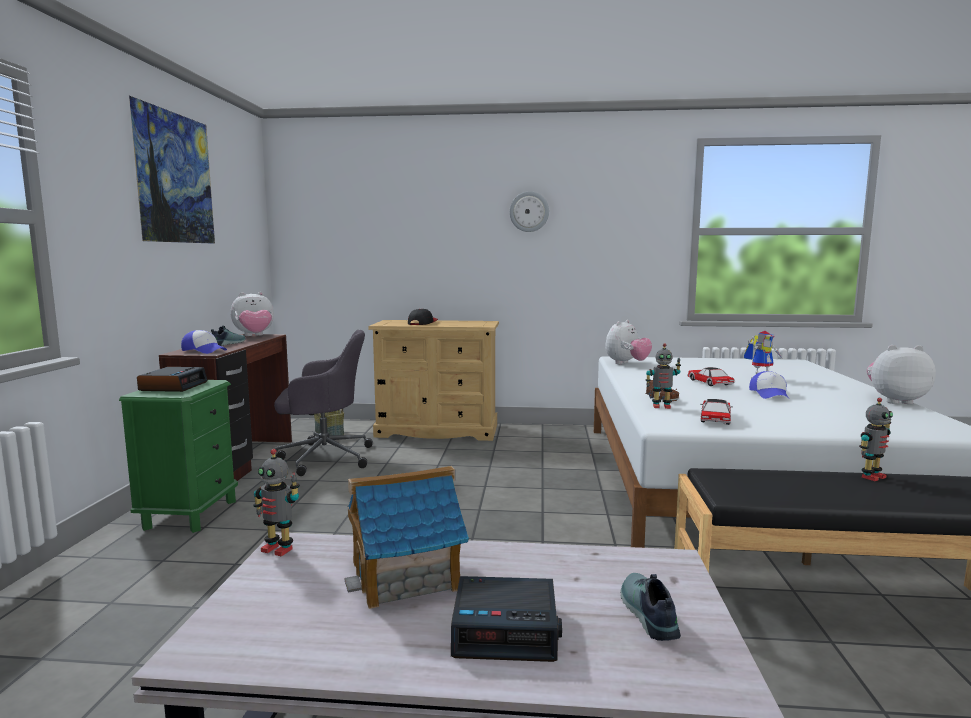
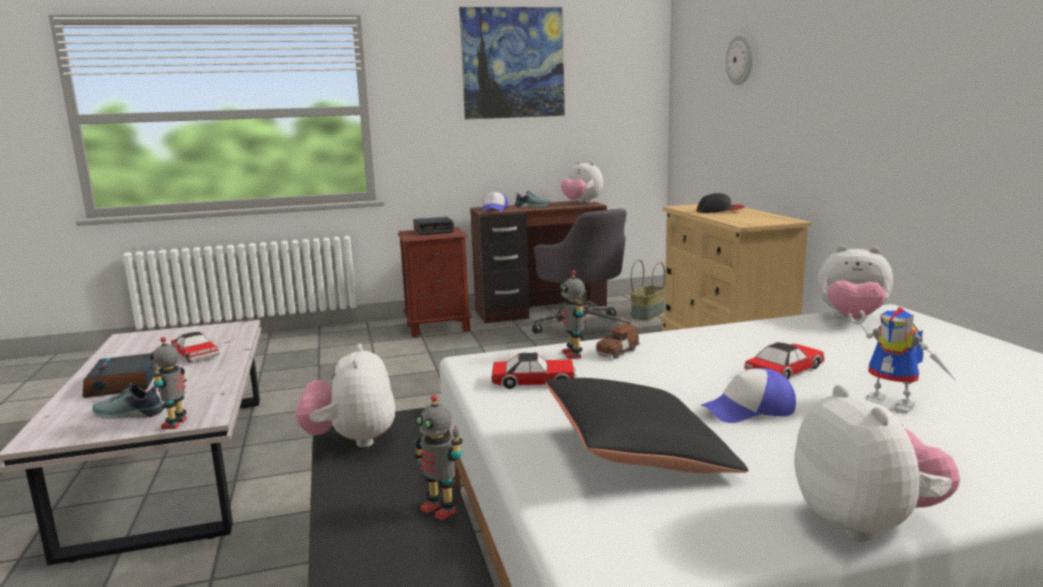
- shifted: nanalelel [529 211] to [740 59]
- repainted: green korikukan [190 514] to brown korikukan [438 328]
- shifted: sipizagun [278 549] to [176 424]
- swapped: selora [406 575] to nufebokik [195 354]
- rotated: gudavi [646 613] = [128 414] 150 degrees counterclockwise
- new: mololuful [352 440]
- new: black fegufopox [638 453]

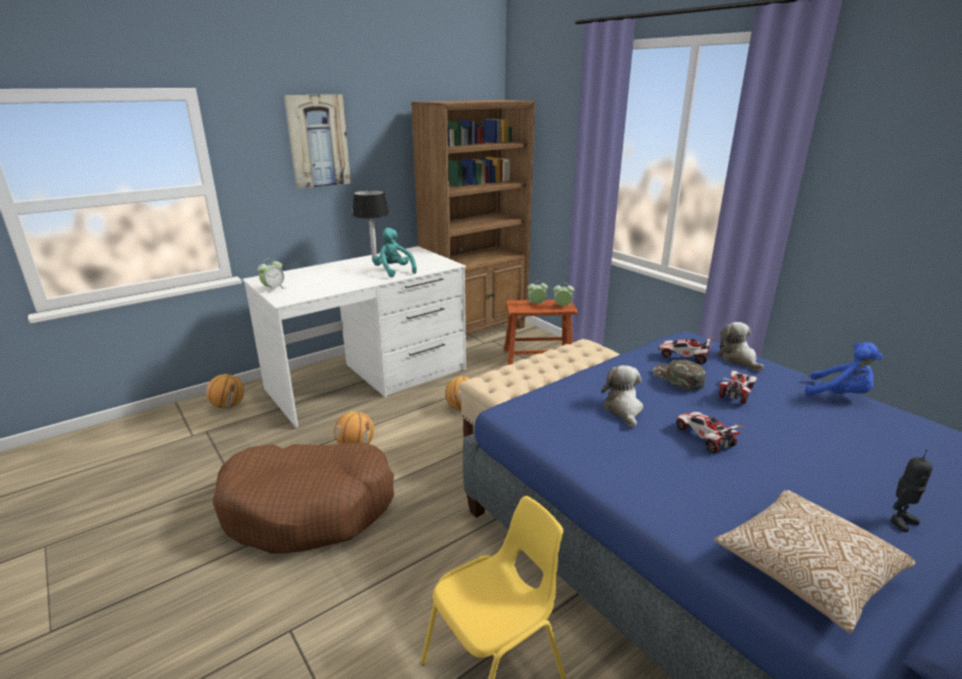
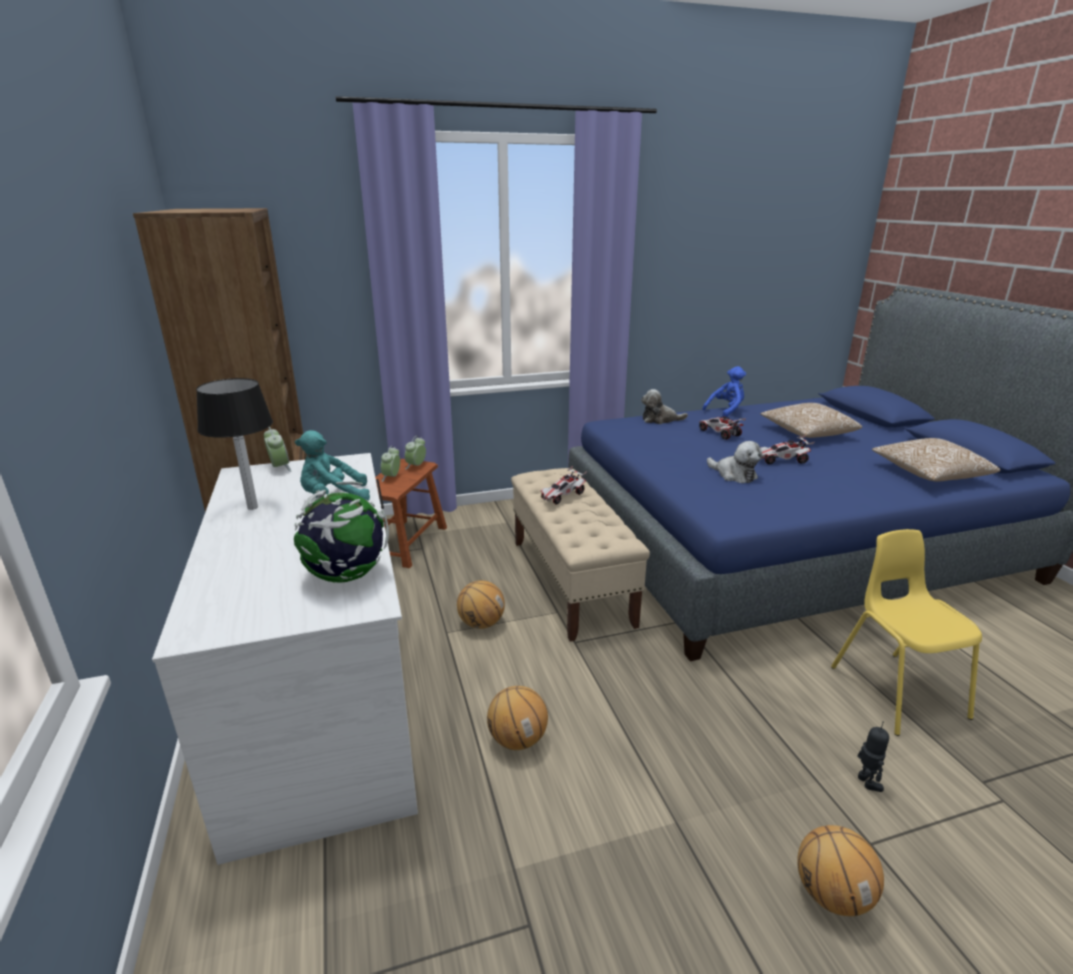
- gone: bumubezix [318 141]
- shifted: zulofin [273 289] to [279 468]
- shifted: nufebokik [684 357] to [562 496]
- gone: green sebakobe [677 378]
- rotated: mololuful [623 410] = [734 475] 150 degrees counterclockwise
- shifted: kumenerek [228 406] to [831 894]
- gone: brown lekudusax [309 507]
- shifted: sipizagun [899 521] to [866 782]
- new: fegufopox [807 433]
- new: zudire [346 576]

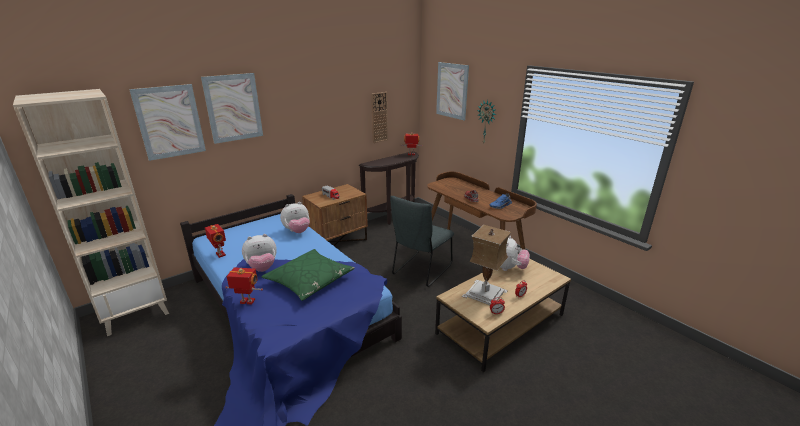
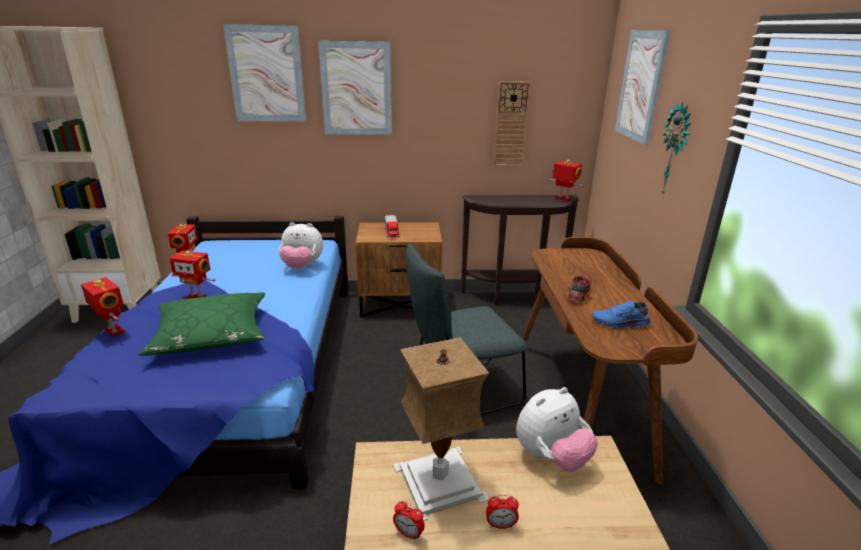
- shifted: bumubezix [170 122] to [356 89]
- swapped: mololuful [262 268] to sipizagun [196 297]

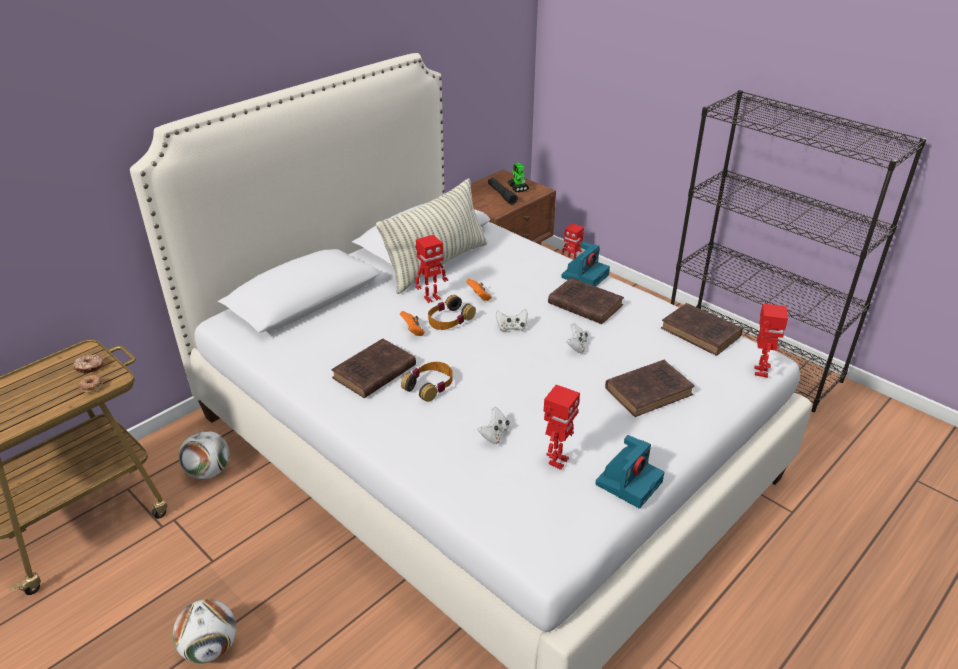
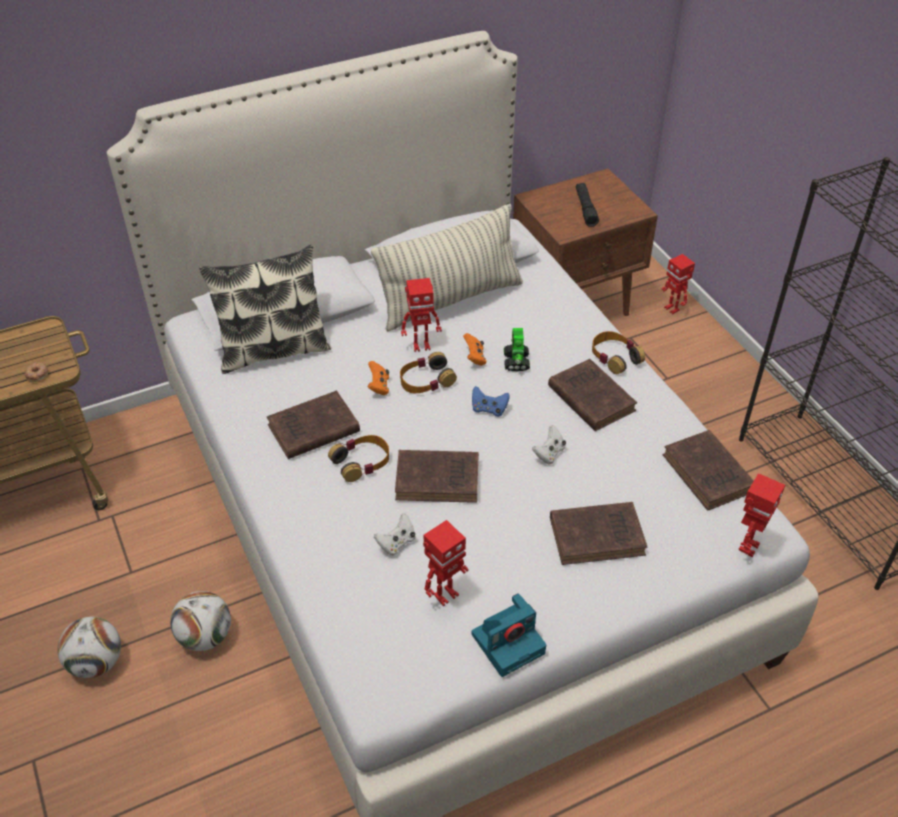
- shifted: sipizagun [518 188] to [516 362]
- swapped: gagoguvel [585 275] to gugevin [614 357]
- repainted: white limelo [511 328] to blue limelo [489 409]
- gone: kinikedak [89 367]
- shifted: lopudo [208 471] to [205 636]
- new: fegufopox [273 350]
- new: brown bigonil [440 480]

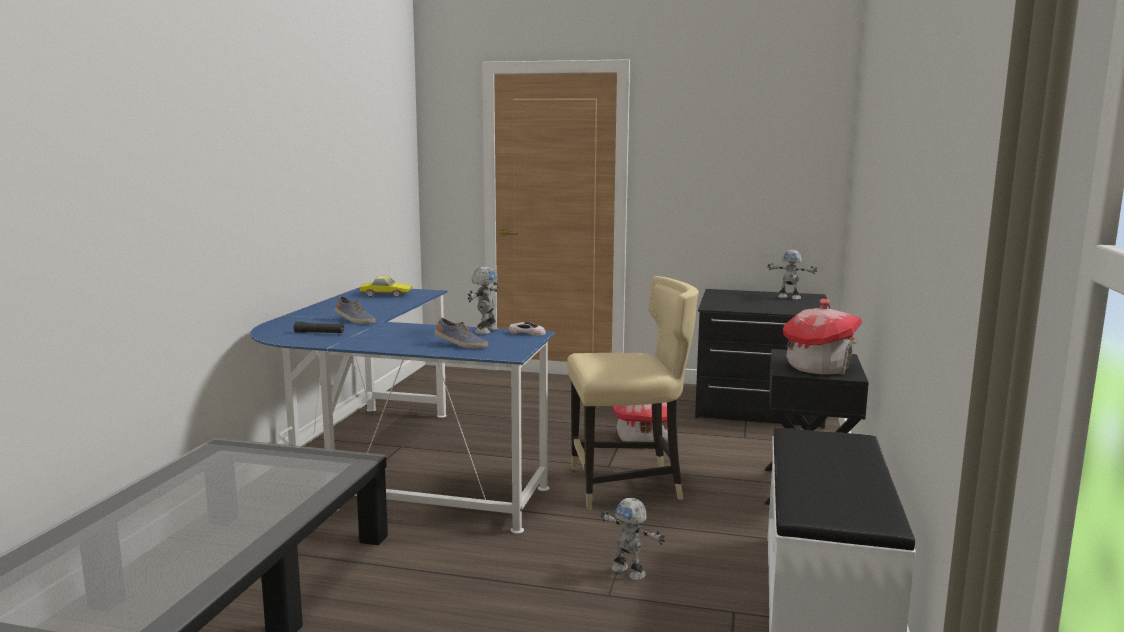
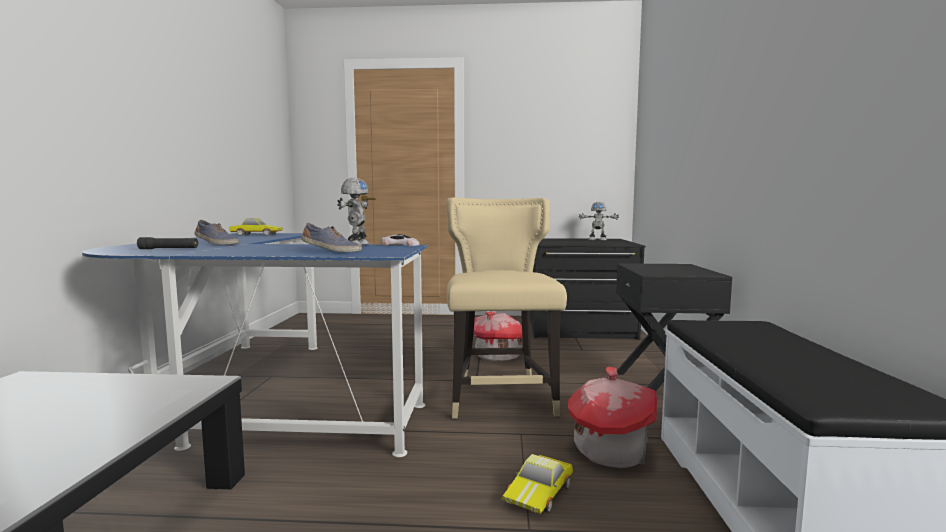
- rotated: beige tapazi [628 485] = [501 396] 75 degrees counterclockwise
- shifted: selora [819 367] to [611 450]
- swapped: sipizagun [629 571] to nufebokik [540 493]

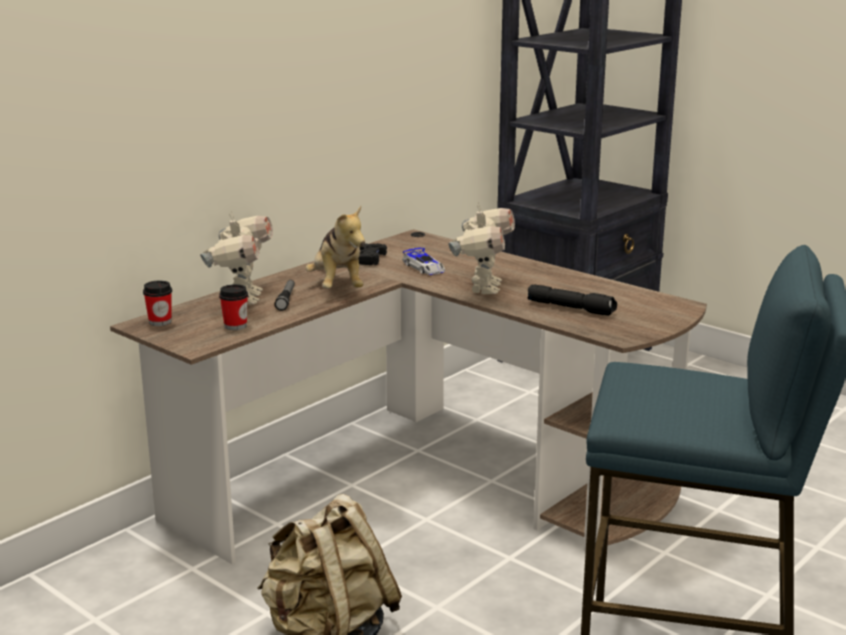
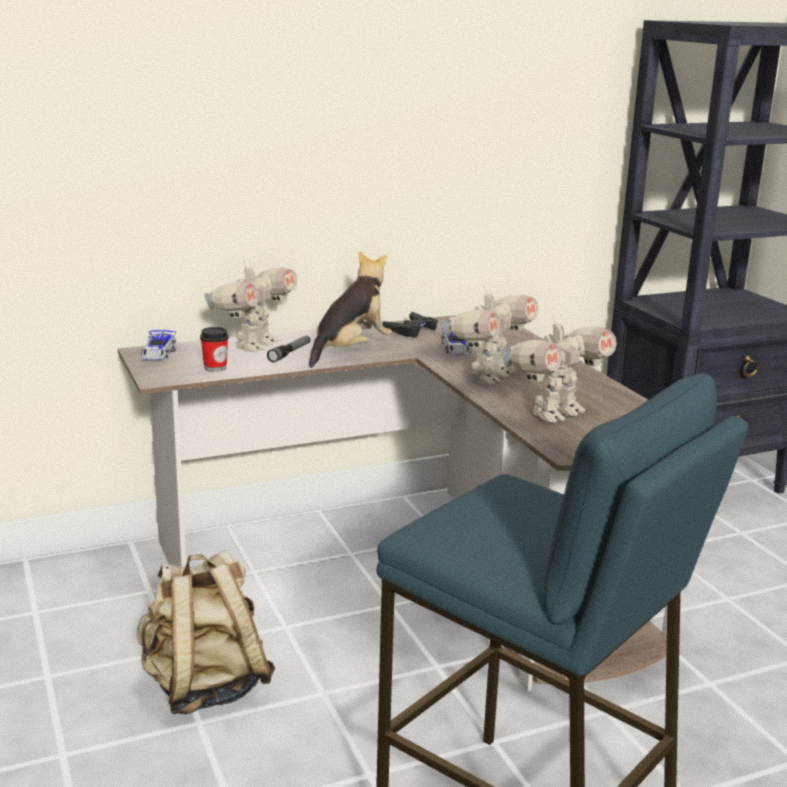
- rotated: mololuful [337 287] = [350 350] 150 degrees counterclockwise
- swapped: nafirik [160 322] to nufebokik [158 352]
- swapped: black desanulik [571 308] to sipizagun [554 414]

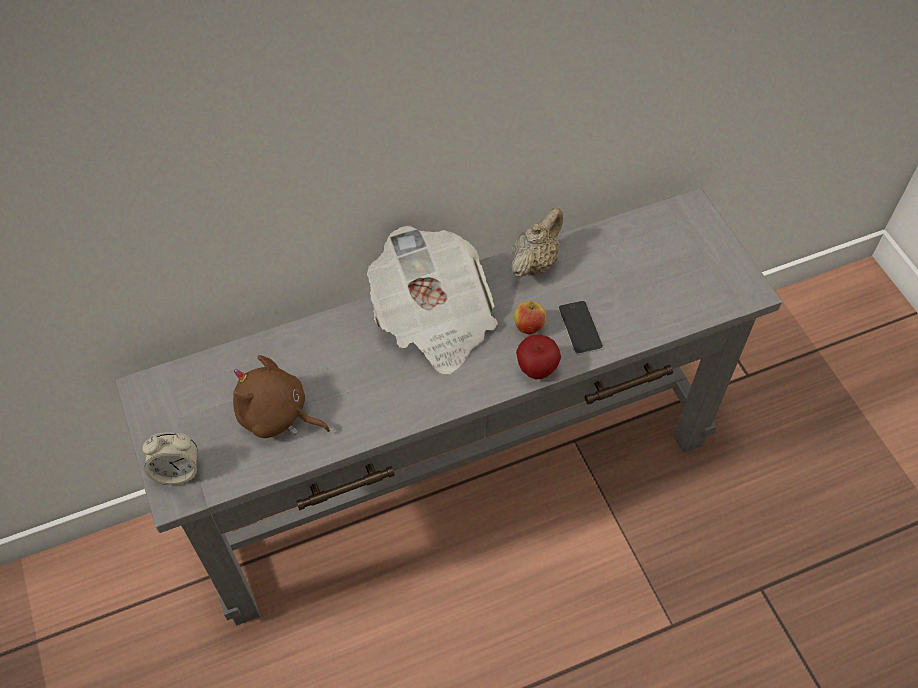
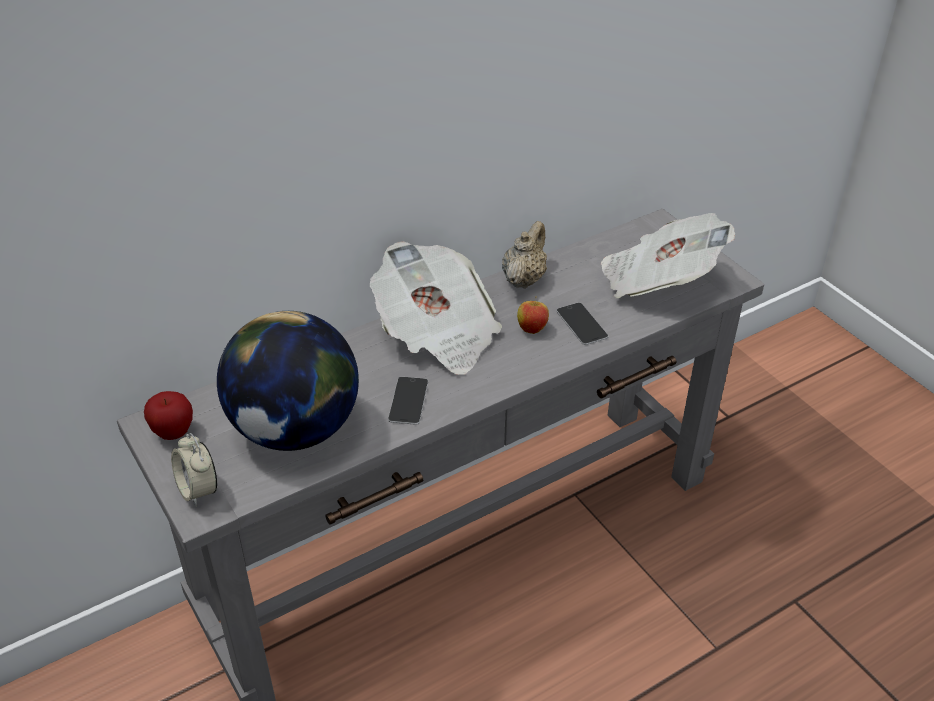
- shifted: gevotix [536 370] to [173 433]
- swapped: brown mololuful [277 415] to zudire [295 429]
- rotated: zulofin [177 471] = [198 490] 75 degrees clockwise
- new: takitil [659 281]
- new: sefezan [408 400]

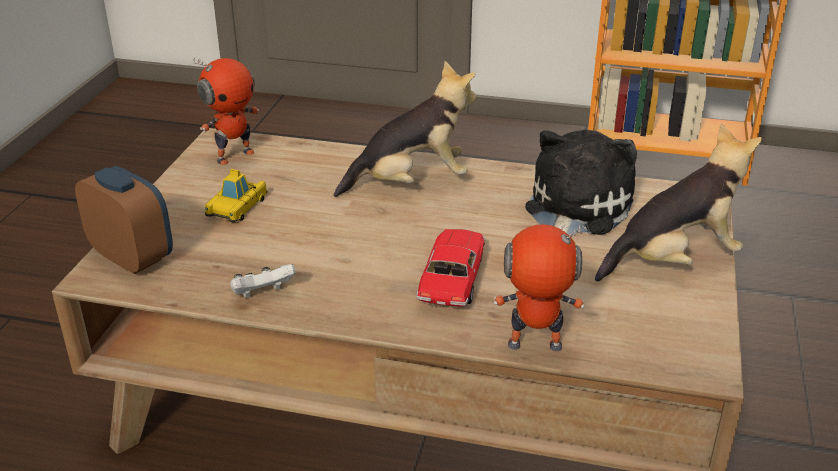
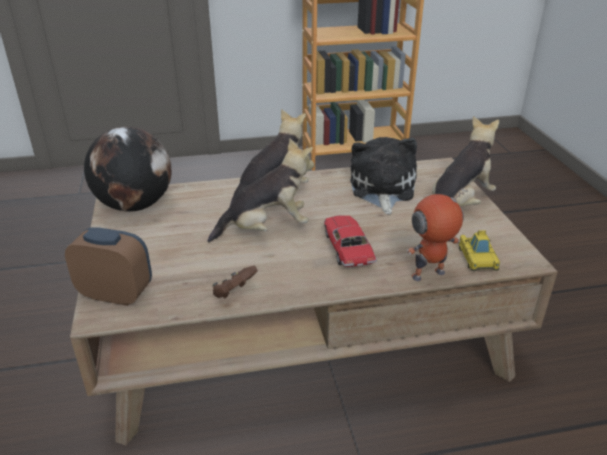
- swapped: sipizagun [234 156] to zudire [135 205]
- shifted: nufebokik [237 206] to [477 258]
- repainted: white limelo [262 294] to brown limelo [234 292]
- new: mololuful [267 229]

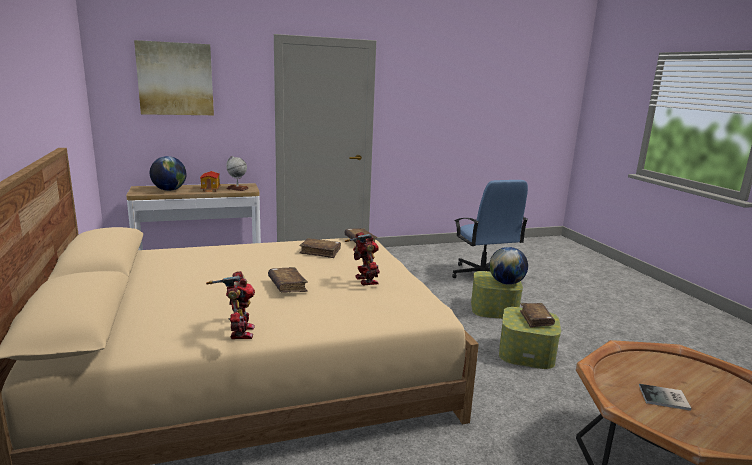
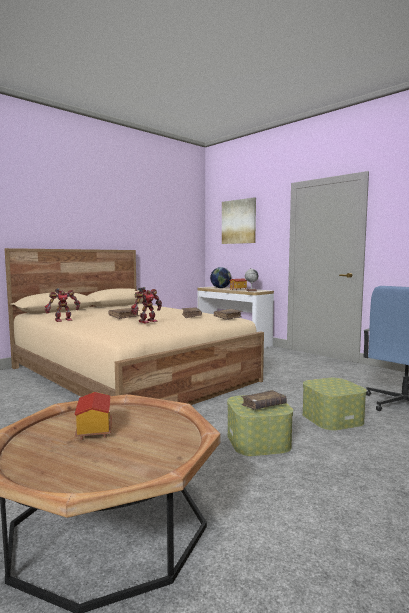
- gone: zudire [506 283]
- swapped: bigonil [665 398] to selora [93 430]

